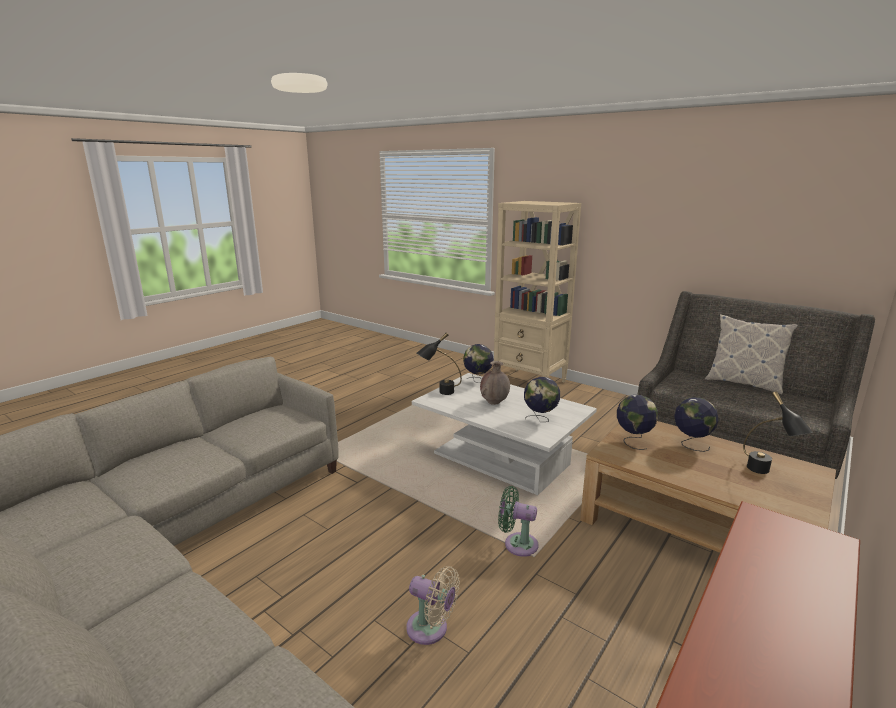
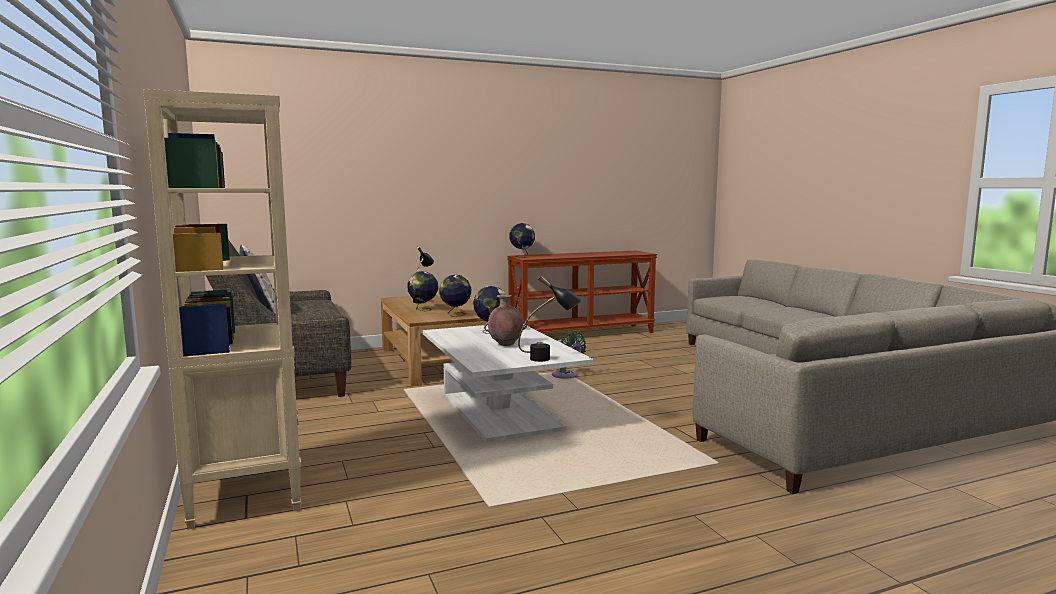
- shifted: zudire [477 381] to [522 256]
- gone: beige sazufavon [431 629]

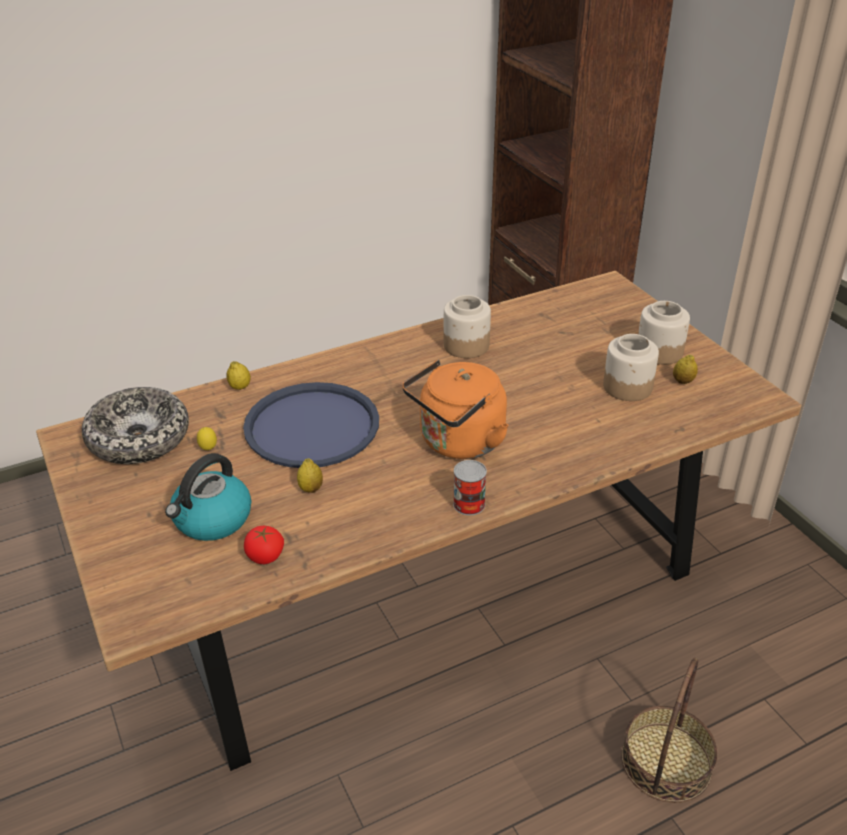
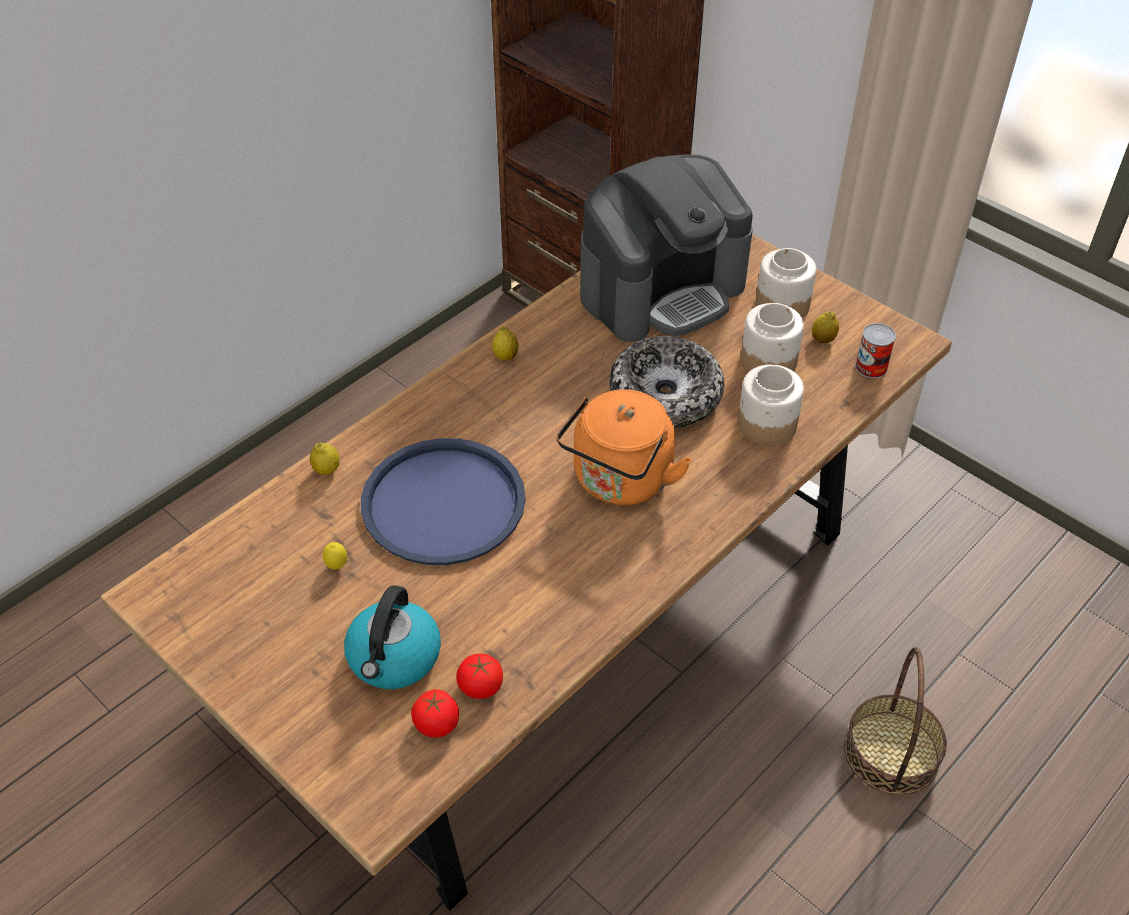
- shifted: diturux [465 346] to [766 425]
- shifted: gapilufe [139 438] to [665 395]
- shifted: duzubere [311 489] to [505 356]
- shifted: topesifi [469 504] to [871 367]
- new: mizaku [662 290]
- new: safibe [437 724]

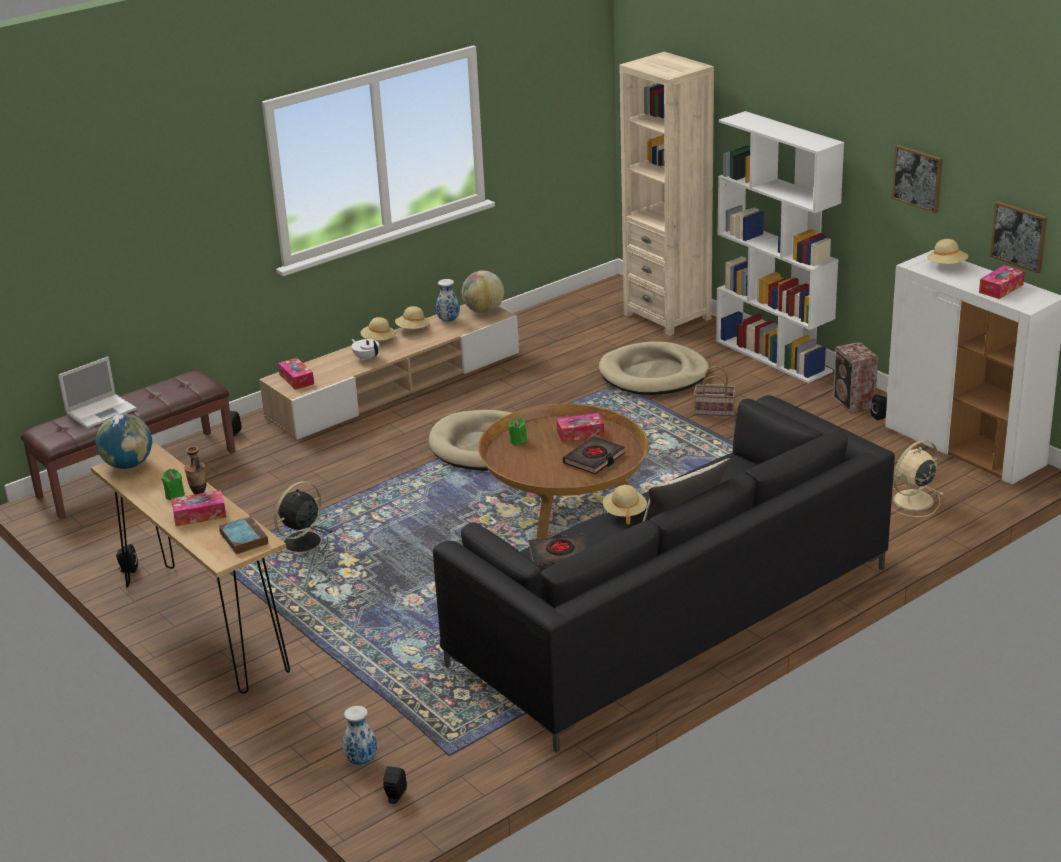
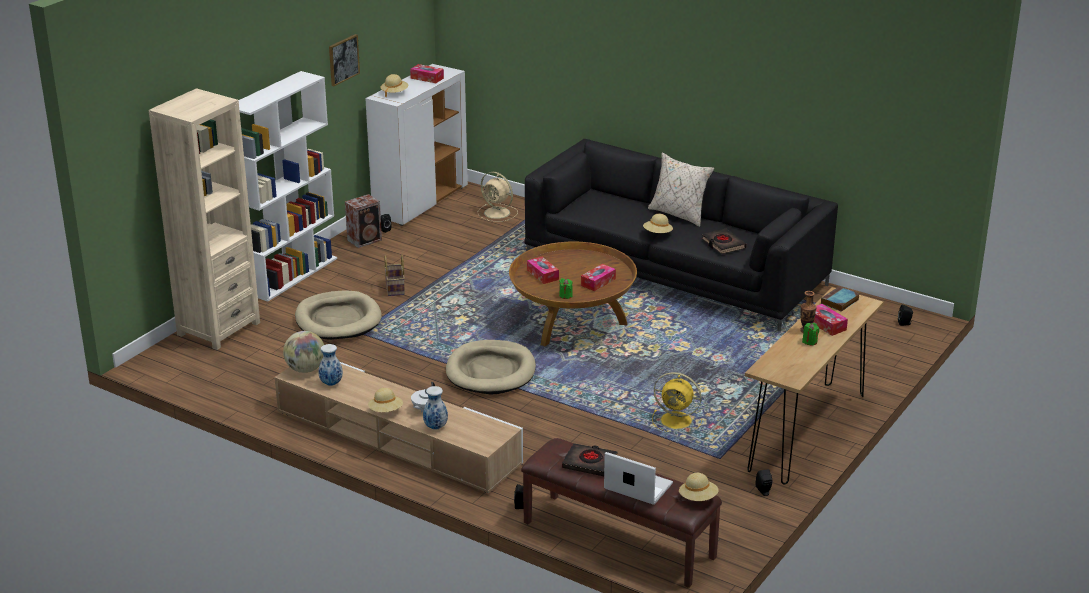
- gone: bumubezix [1019 236]
- shifted: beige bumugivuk [413 330] to [698 498]
- shifted: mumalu [296 379] to [598 282]
- gone: zudire [128 465]
- shifted: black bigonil [594 459] to [590 463]
- repainted: black sazufavon [300 543] to yellow sazufavon [677 421]
- shifted: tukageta [361 760] to [435 427]

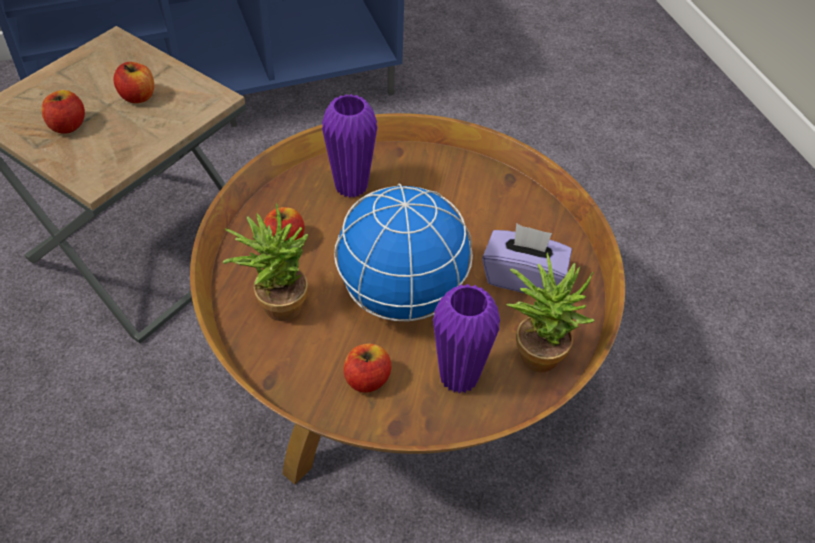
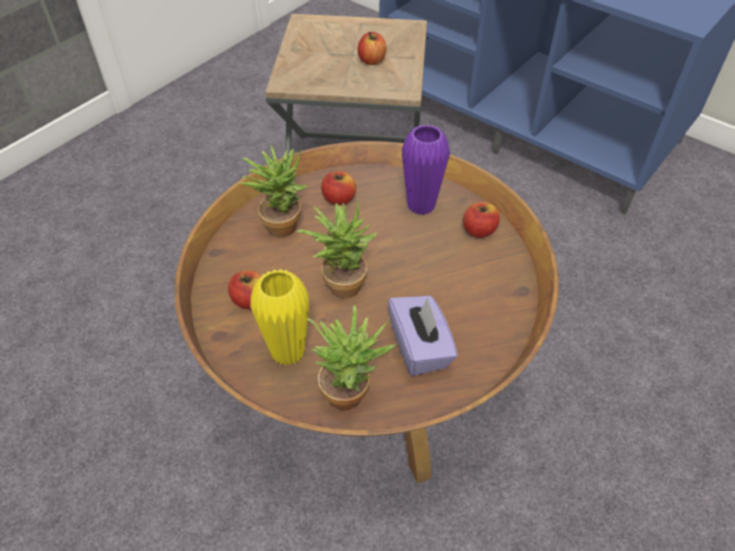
- shifted: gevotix [67 126] to [479 230]
- swapped: zudire [401 295] to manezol [340 282]
- repainted: purple tukageta [459 377] to yellow tukageta [288 352]

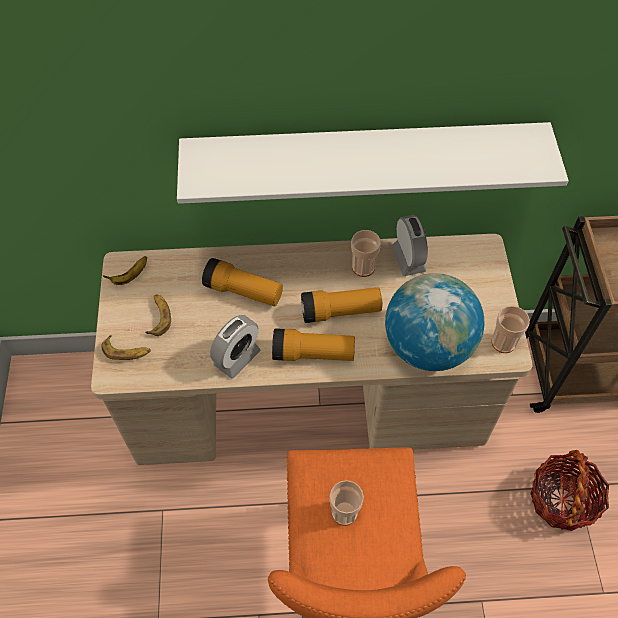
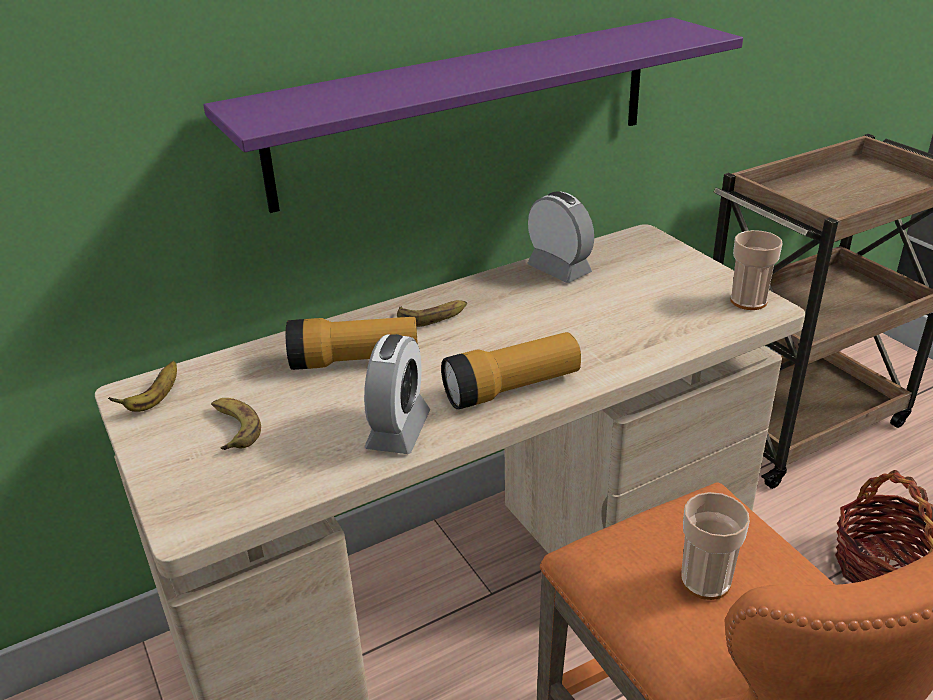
- repainted: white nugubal [363 157] to purple nugubal [467 111]
- gone: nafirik [363 267]
- gone: zudire [428 345]
- gone: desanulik [340 311]
- shifted: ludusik [126 351] to [433 316]

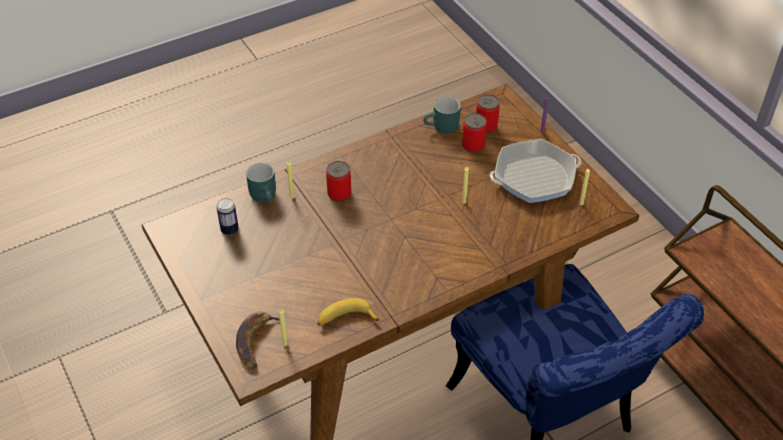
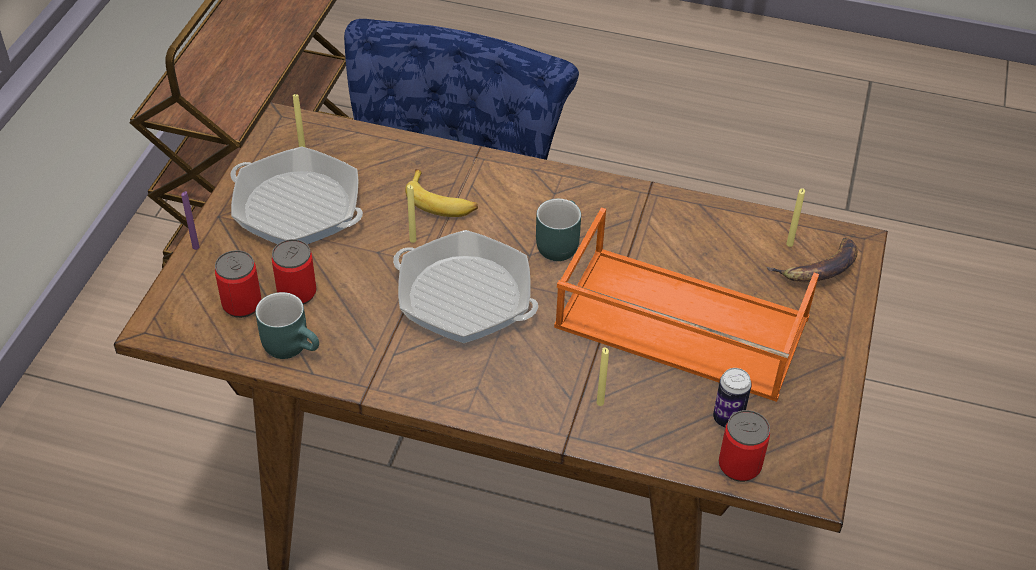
- shifted: topesifi [339 194] to [739 466]
- shifted: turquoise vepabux [266 196] to [556 242]
- shifted: ludusik [345 319] to [441 202]
- new: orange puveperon [678 324]
- new: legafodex [464 296]

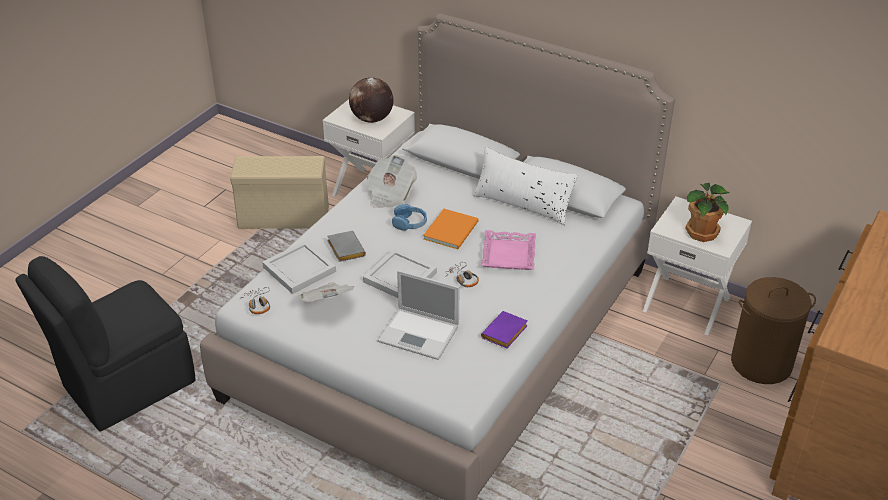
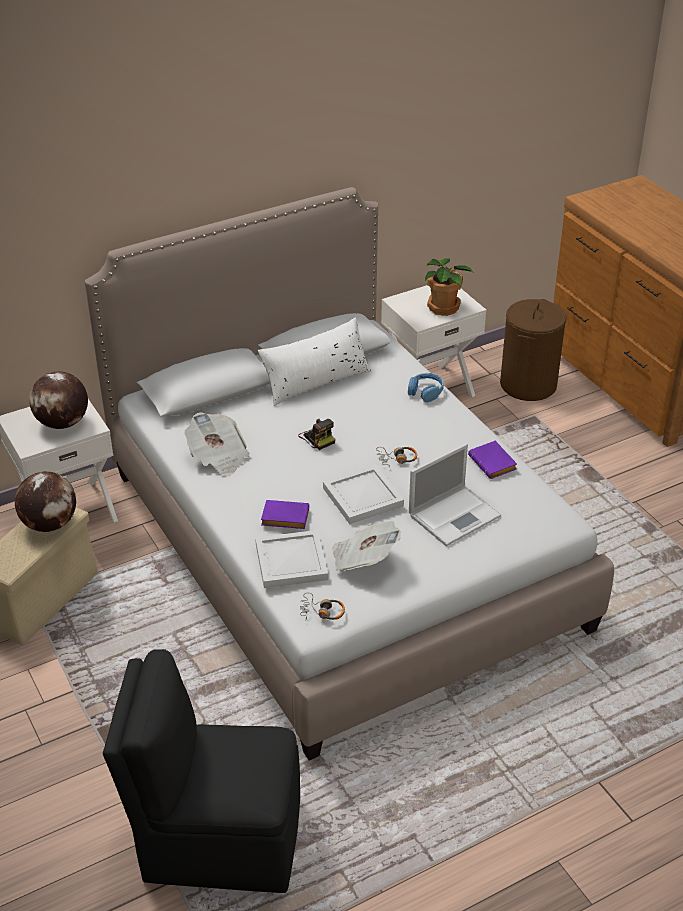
- shifted: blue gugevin [410 223] to [425 392]
- swapped: orange bigonil [452 230] to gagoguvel [317 438]
- gone: pink puveperon [508 254]
- repainted: grey bigonil [344 249] to purple bigonil [283 519]
- rotated: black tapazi [126 385] = [218 839] 105 degrees clockwise
- new: zudire [50 524]

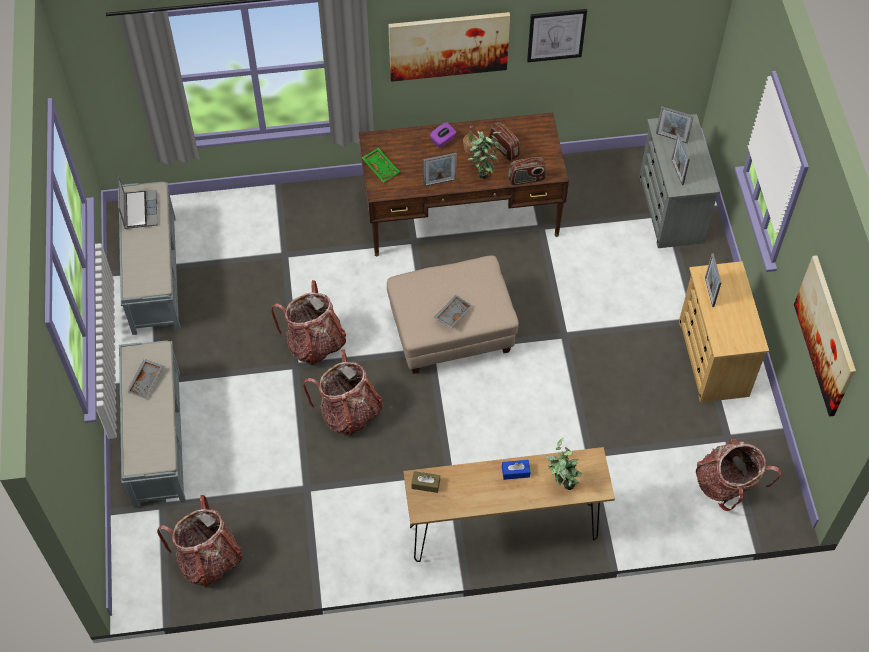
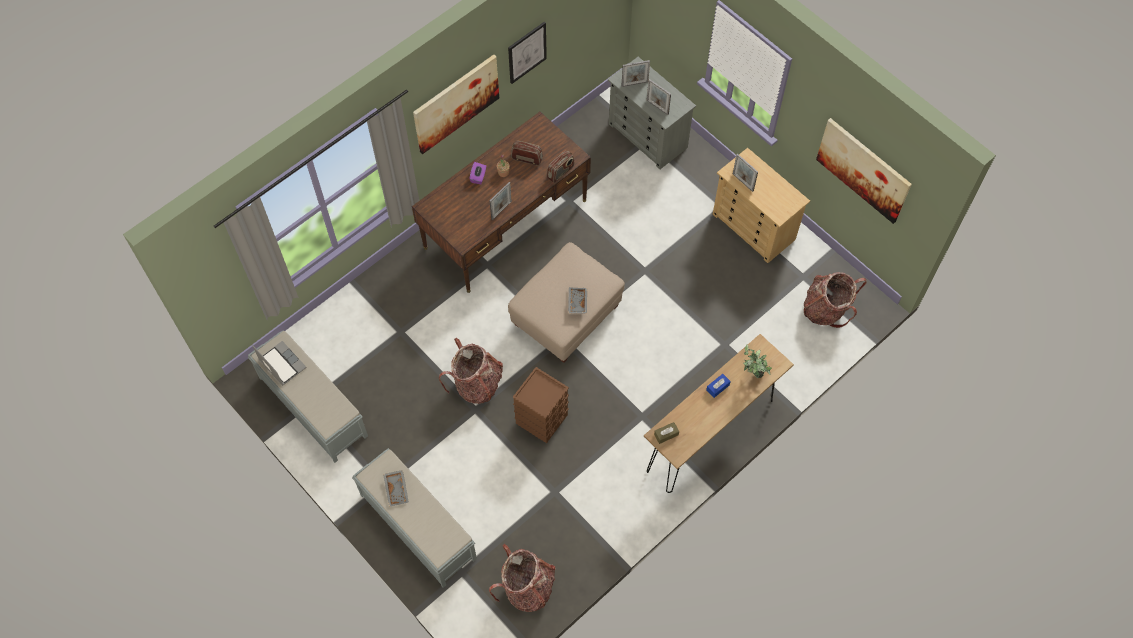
- gone: manezol [483 171]
- gone: green puveperon [381 167]
- swapped: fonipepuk [349 412] to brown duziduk [541 419]

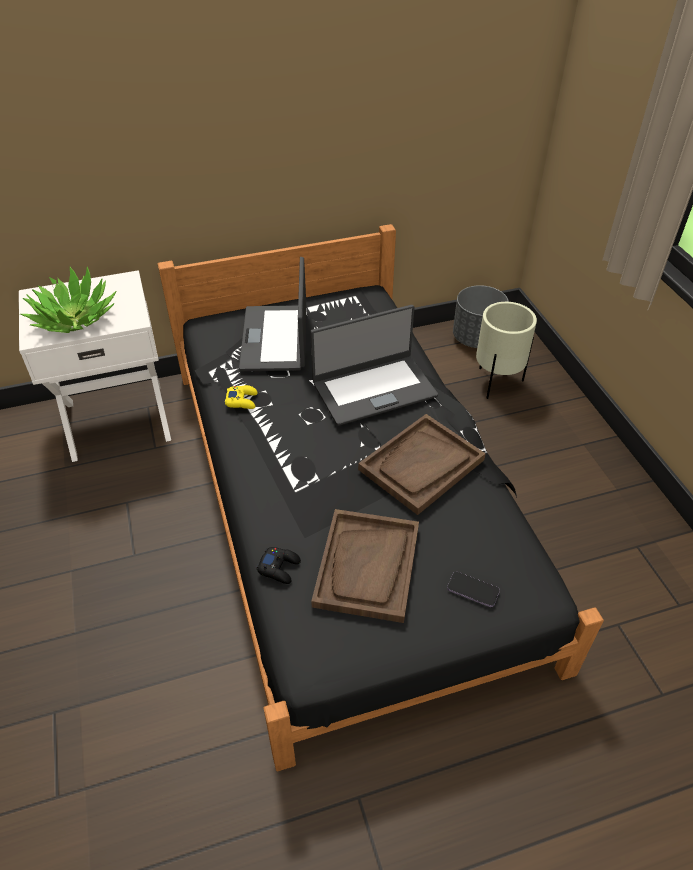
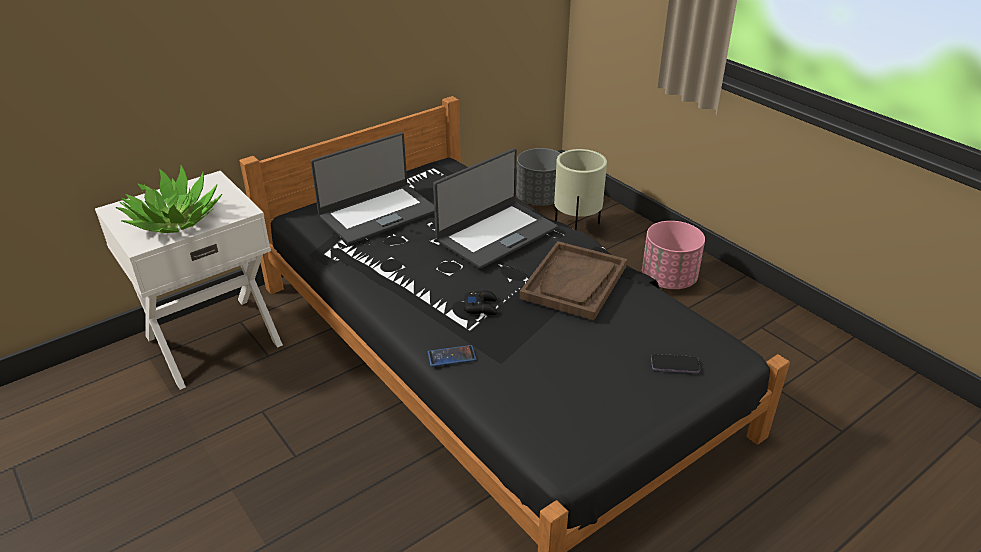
- rotated: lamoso [276 338] = [378 214] 105 degrees counterclockwise
- gone: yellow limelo [242 400]
- gone: brown puveperon [367 566]
- shifted: black limelo [279 567] to [481 307]
- new: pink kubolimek [668 280]
- new: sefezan [451 356]

